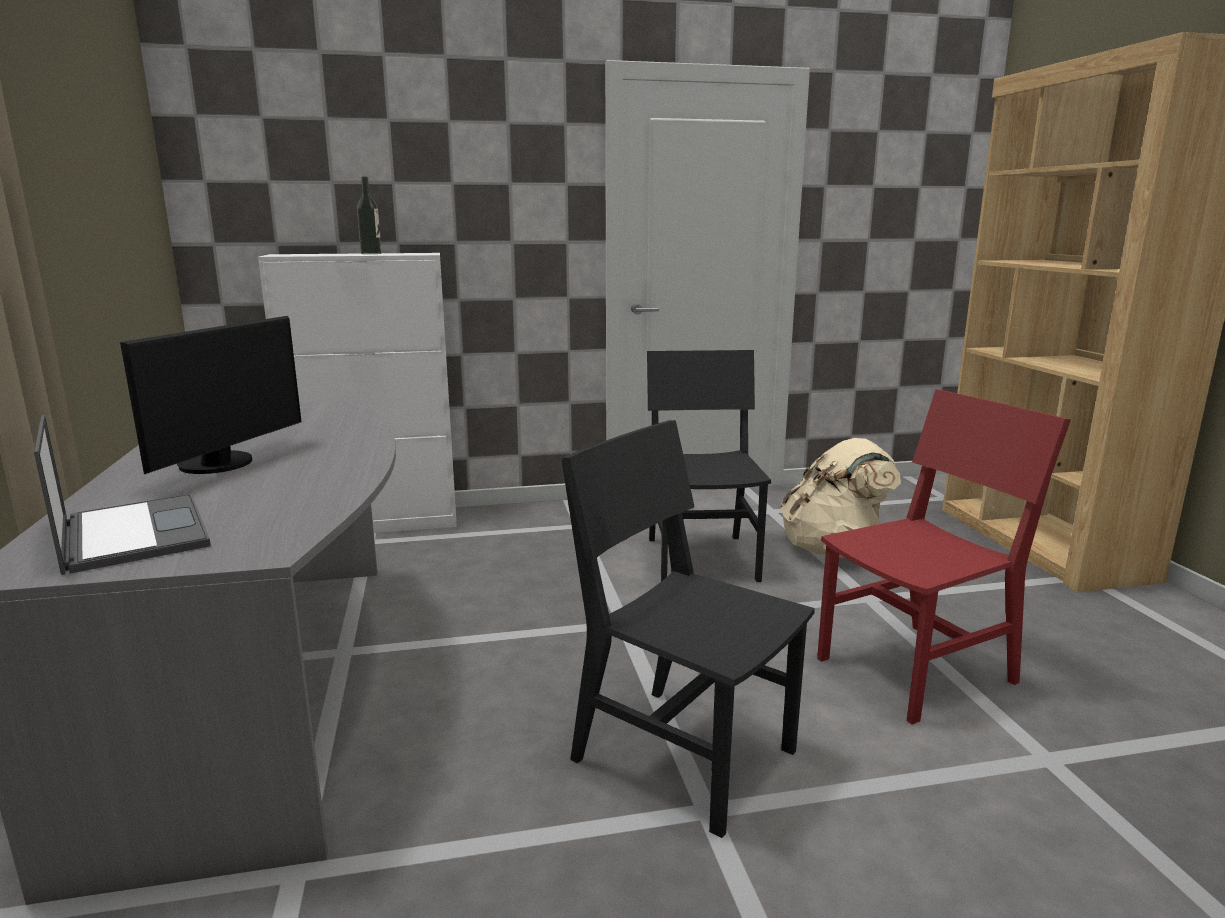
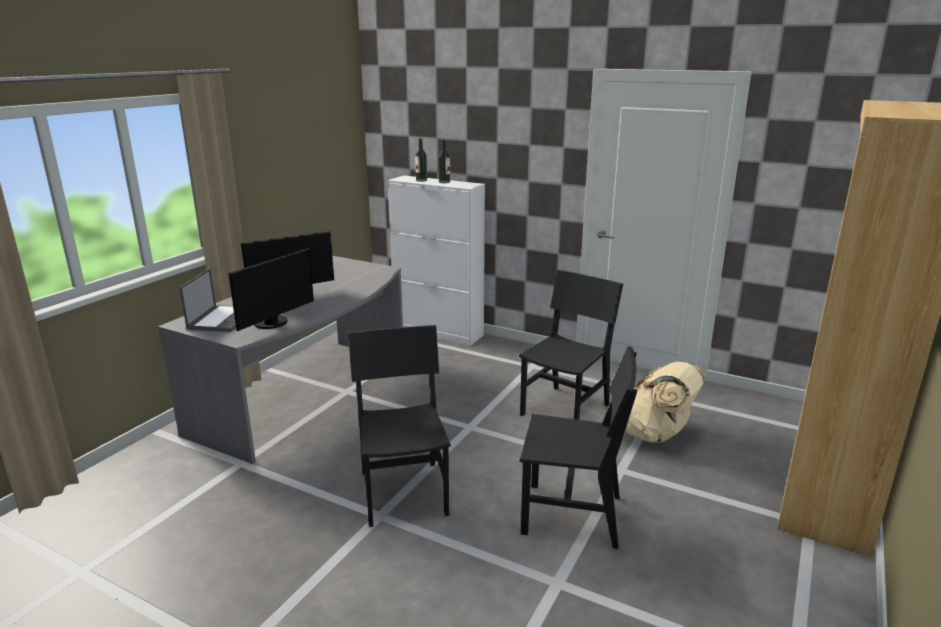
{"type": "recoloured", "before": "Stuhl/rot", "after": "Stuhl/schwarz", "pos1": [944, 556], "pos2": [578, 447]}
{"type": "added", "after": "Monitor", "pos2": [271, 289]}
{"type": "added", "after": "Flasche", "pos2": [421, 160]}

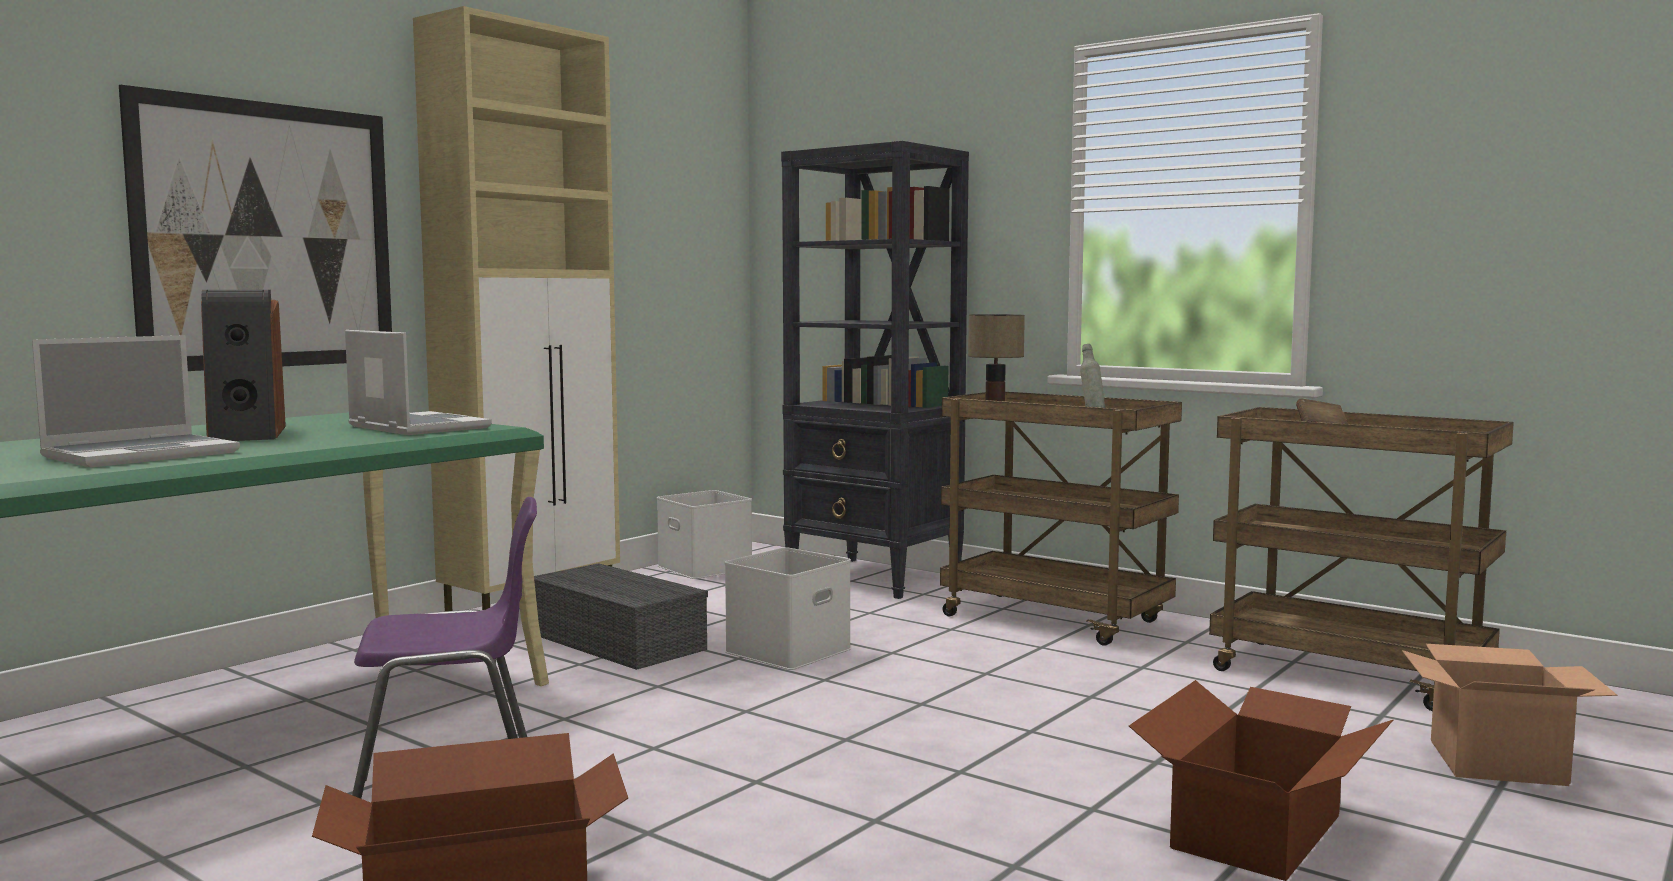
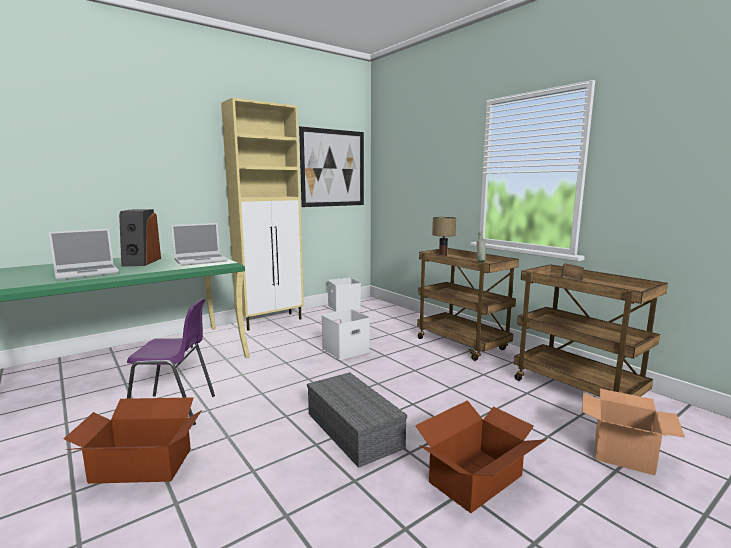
{"type": "moved", "before": "Bild", "pos1": [255, 228], "pos2": [331, 166]}
{"type": "turned", "before": "Laptop", "pos1": [418, 382], "pos2": [199, 244], "turn": 90}
{"type": "moved", "before": "Aufbewahrungsbox/grau", "pos1": [621, 616], "pos2": [357, 420]}
{"type": "removed", "before": "Bücherregal/schwarz", "pos1": [875, 370]}

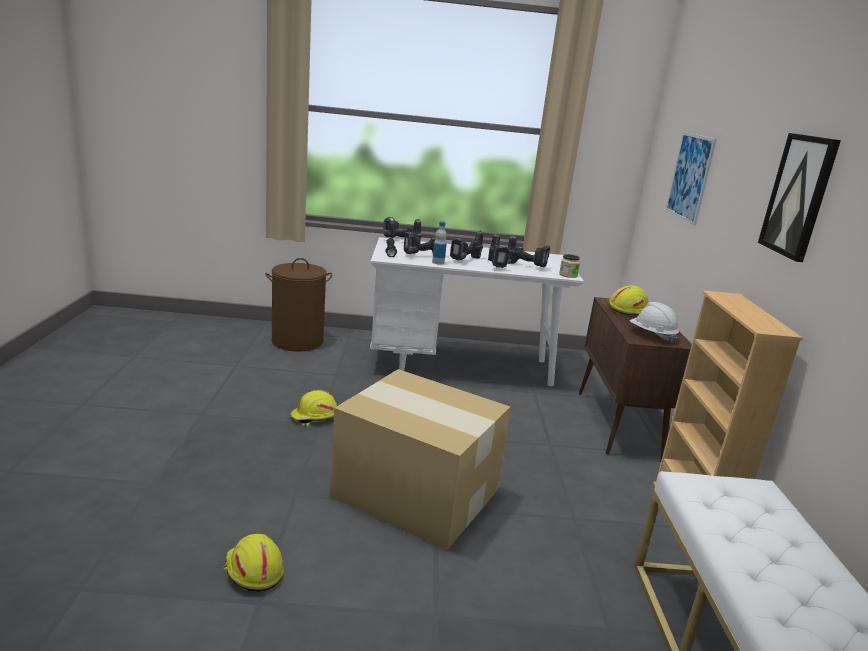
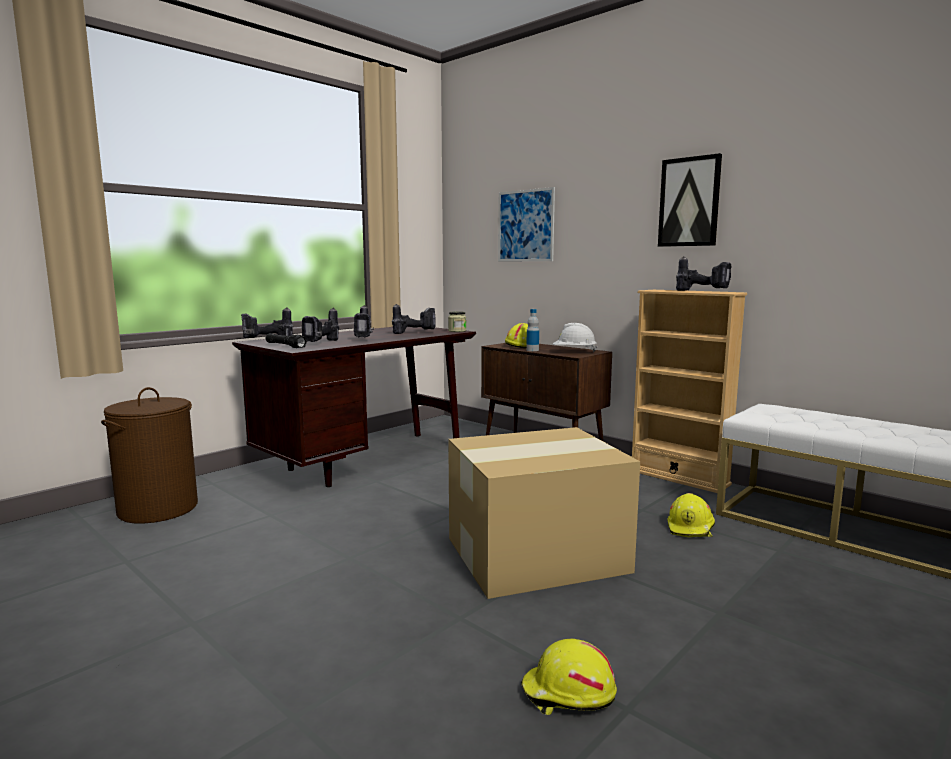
{"type": "moved", "before": "Schutzhelm/gelb", "pos1": [313, 408], "pos2": [691, 515]}
{"type": "recoloured", "before": "Schreibtisch/weiß", "after": "Schreibtisch/braun", "pos1": [477, 311], "pos2": [354, 407]}
{"type": "moved", "before": "Flasche", "pos1": [439, 243], "pos2": [532, 330]}
{"type": "moved", "before": "Bohrmaschine", "pos1": [499, 250], "pos2": [704, 273]}

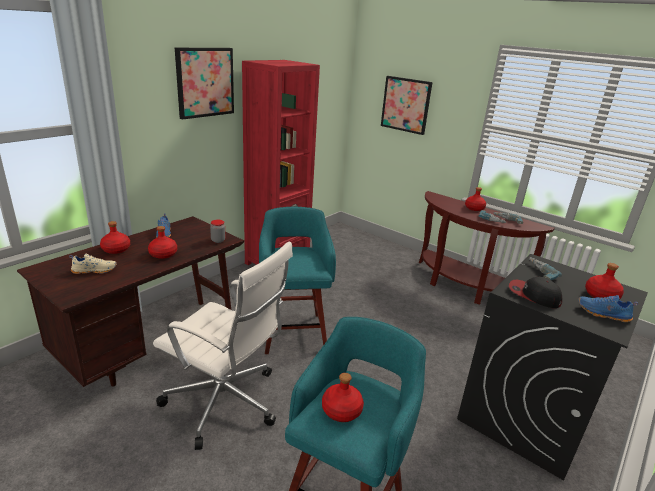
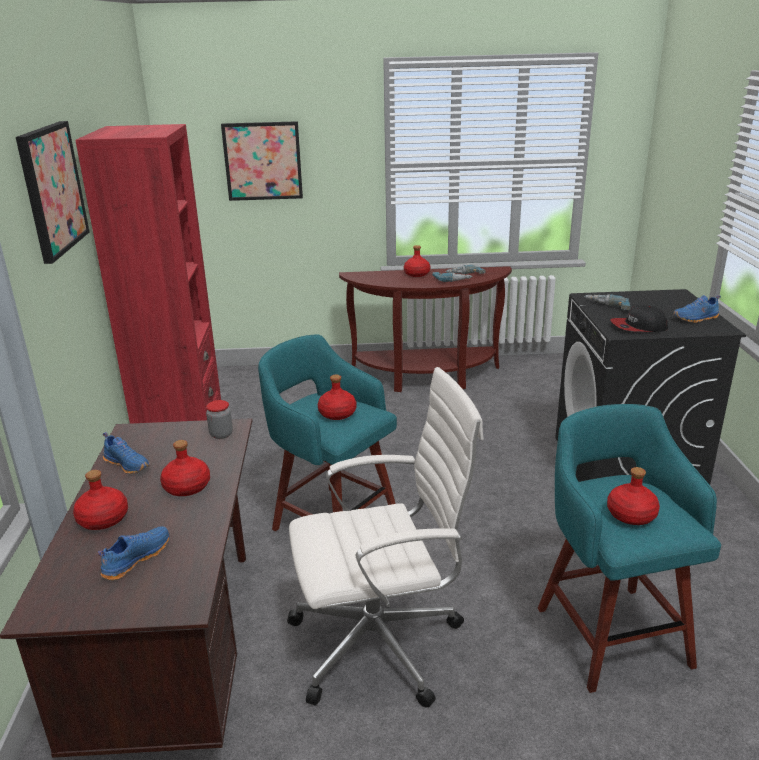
{"type": "recoloured", "before": "Schuh/beige", "after": "Schuh/blau", "pos1": [92, 264], "pos2": [133, 553]}
{"type": "moved", "before": "Flasche/rot", "pos1": [604, 281], "pos2": [337, 397]}

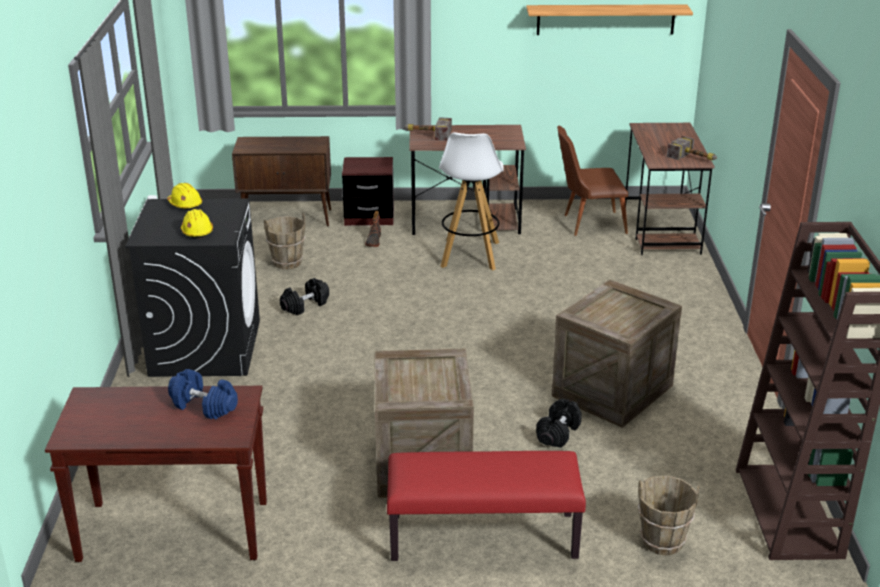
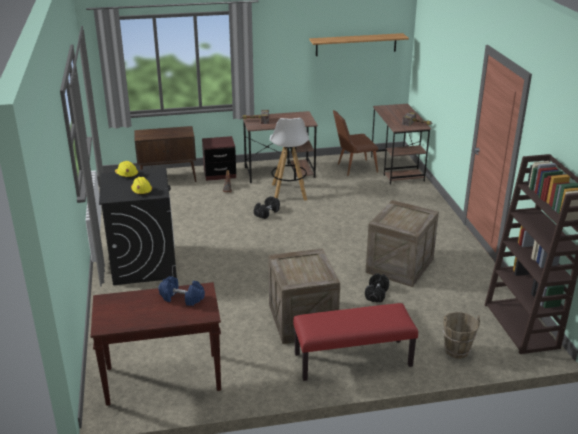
{"type": "removed", "before": "Eimer/braun", "pos1": [285, 241]}
{"type": "moved", "before": "Hantel/schwarz", "pos1": [304, 296], "pos2": [267, 207]}

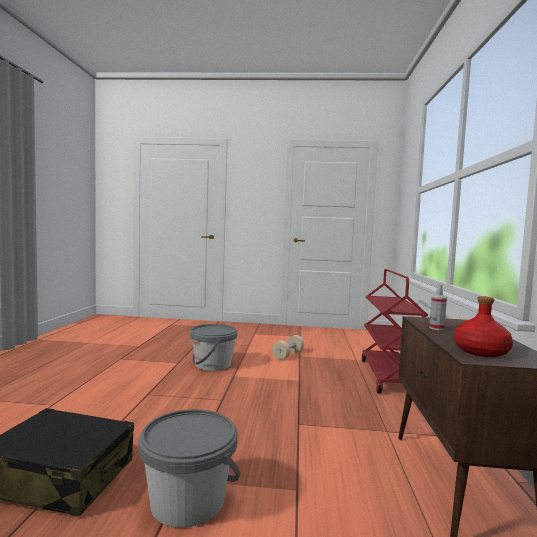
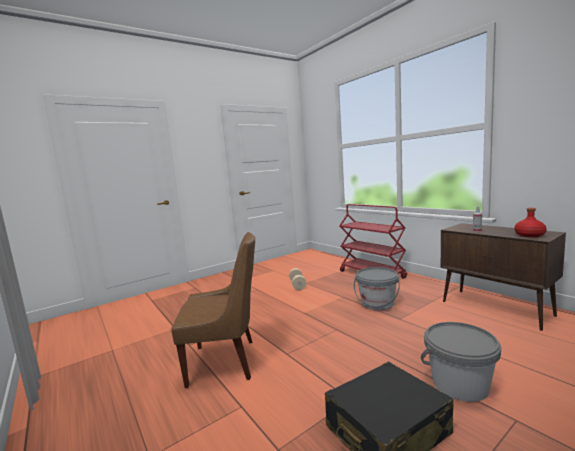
{"type": "moved", "before": "Eimer/grau", "pos1": [213, 347], "pos2": [377, 288]}
{"type": "added", "after": "Stuhl/braun", "pos2": [213, 310]}

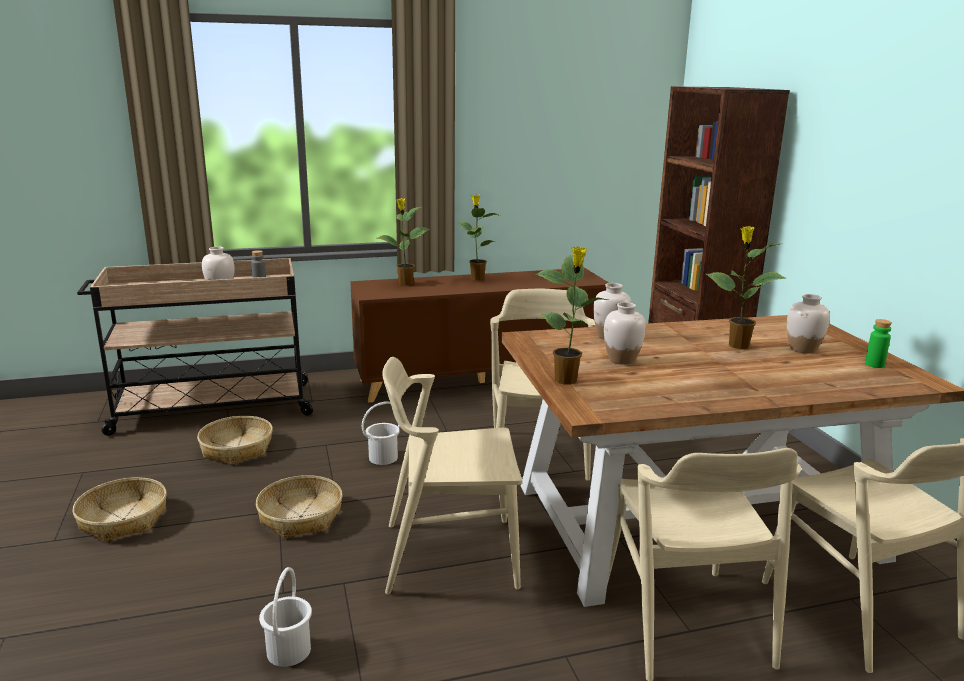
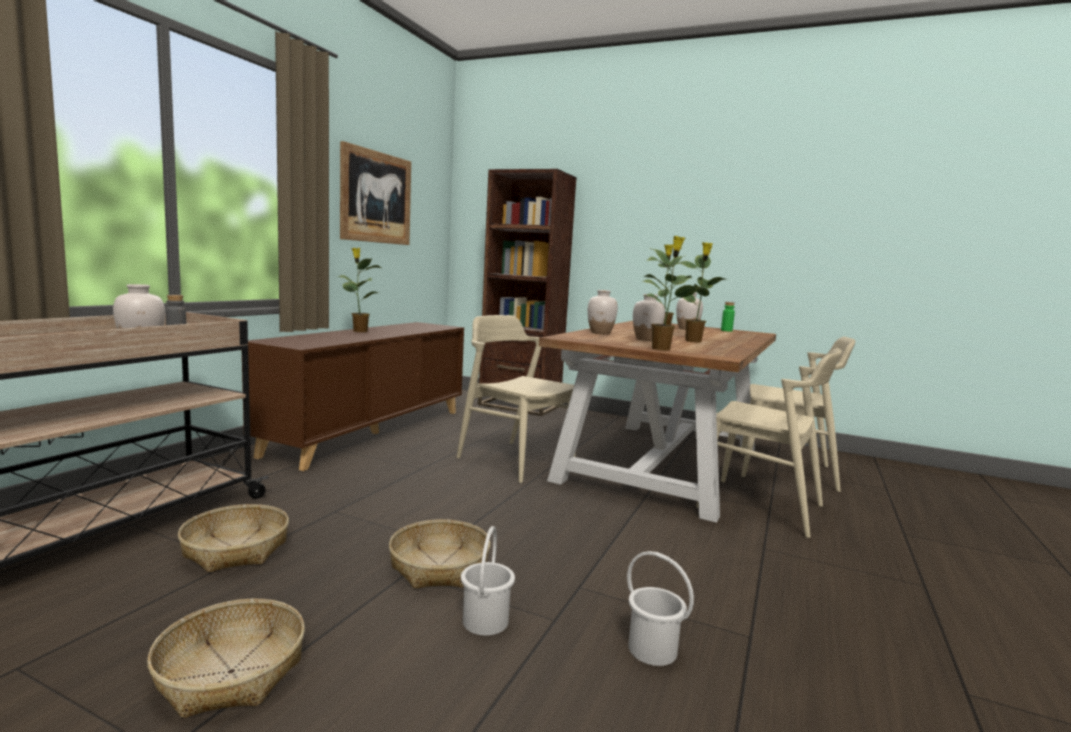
{"type": "moved", "before": "Eimer/weiß", "pos1": [381, 433], "pos2": [488, 581]}
{"type": "moved", "before": "Topfpflanze", "pos1": [403, 242], "pos2": [701, 292]}
{"type": "removed", "before": "Stuhl/beige", "pos1": [452, 475]}
{"type": "added", "after": "Bild", "pos2": [375, 193]}

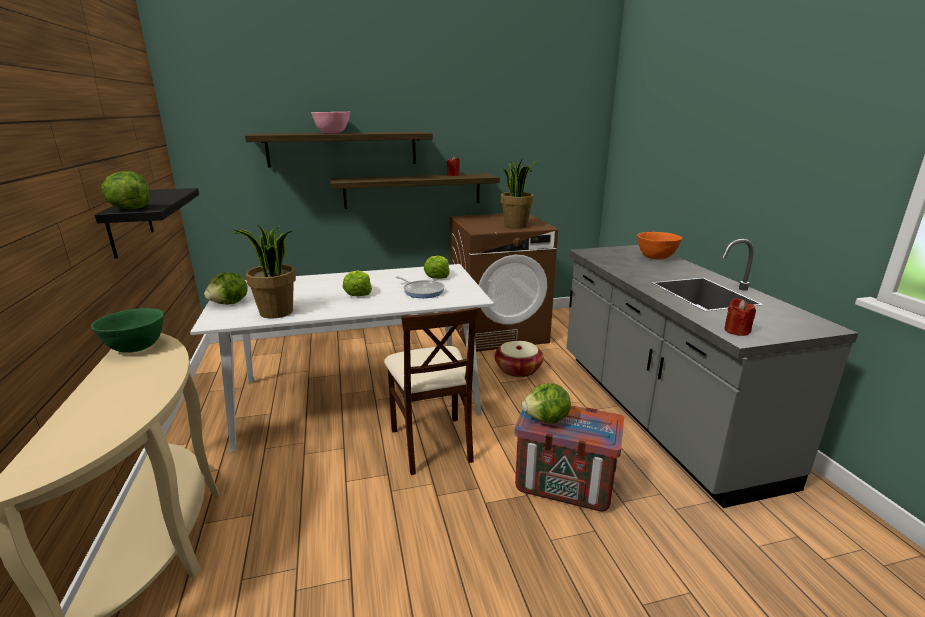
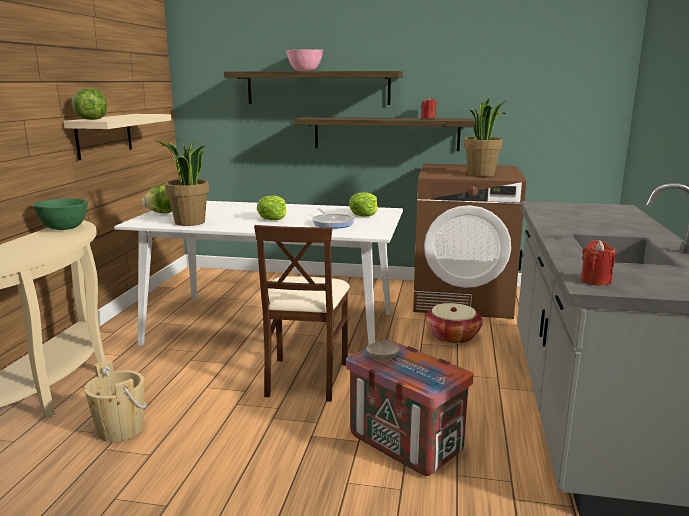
{"type": "recoloured", "before": "Wandregal/schwarz", "after": "Wandregal/beige", "pos1": [147, 223], "pos2": [117, 137]}
{"type": "replaced", "before": "Salatkopf", "after": "Schüssel/beige", "pos1": [546, 403], "pos2": [383, 351]}
{"type": "removed", "before": "Schüssel/orange", "pos1": [659, 245]}
{"type": "added", "after": "Eimer/beige", "pos2": [115, 401]}

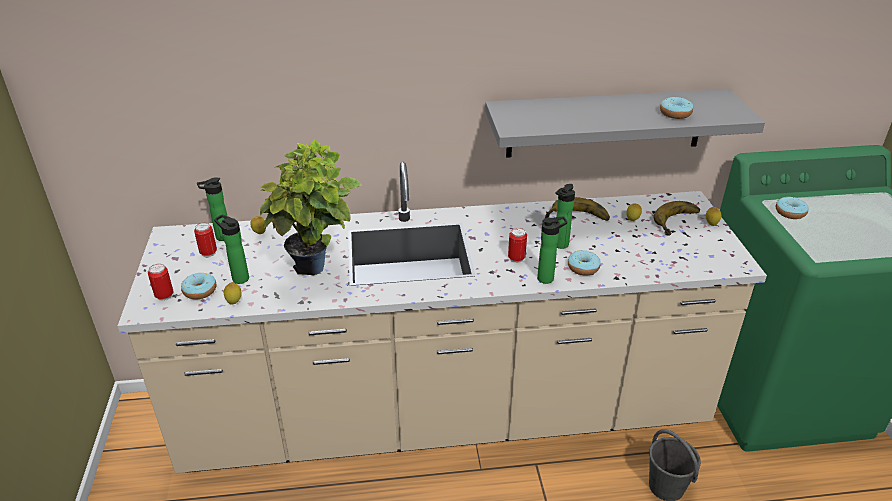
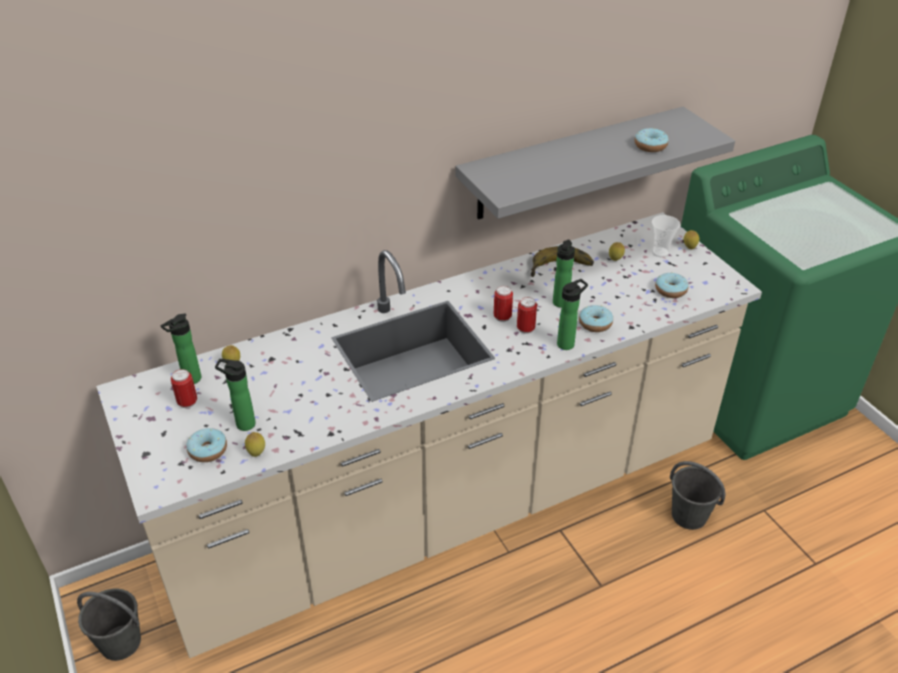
{"type": "moved", "before": "Dose", "pos1": [161, 282], "pos2": [503, 304]}
{"type": "removed", "before": "Topfpflanze", "pos1": [310, 207]}
{"type": "replaced", "before": "Banane", "after": "Tasse", "pos1": [677, 218], "pos2": [666, 236]}
{"type": "moved", "before": "Donut", "pos1": [792, 208], "pos2": [672, 285]}
{"type": "added", "after": "Eimer/grau", "pos2": [109, 625]}

